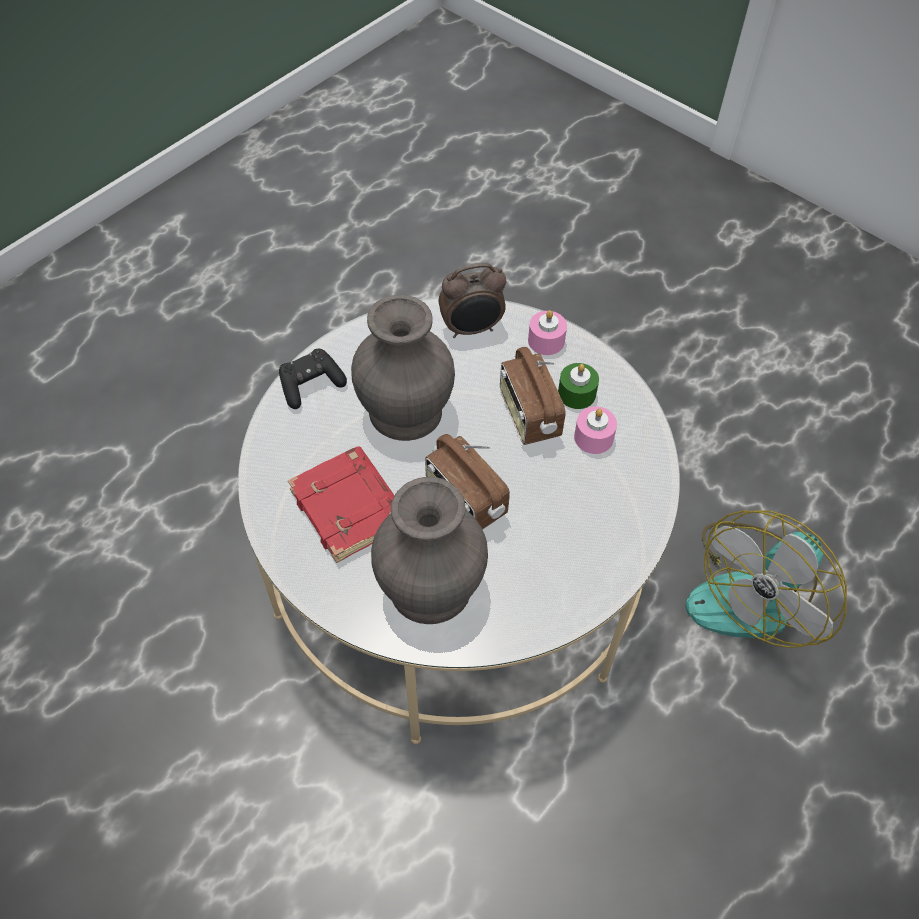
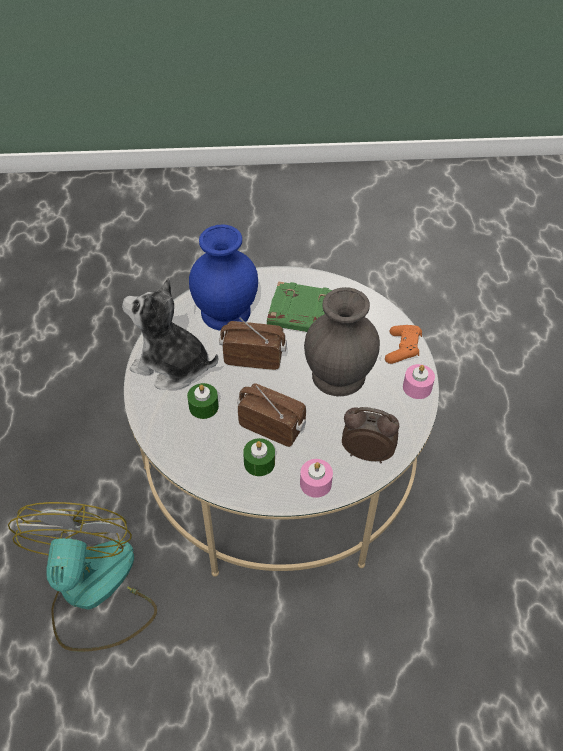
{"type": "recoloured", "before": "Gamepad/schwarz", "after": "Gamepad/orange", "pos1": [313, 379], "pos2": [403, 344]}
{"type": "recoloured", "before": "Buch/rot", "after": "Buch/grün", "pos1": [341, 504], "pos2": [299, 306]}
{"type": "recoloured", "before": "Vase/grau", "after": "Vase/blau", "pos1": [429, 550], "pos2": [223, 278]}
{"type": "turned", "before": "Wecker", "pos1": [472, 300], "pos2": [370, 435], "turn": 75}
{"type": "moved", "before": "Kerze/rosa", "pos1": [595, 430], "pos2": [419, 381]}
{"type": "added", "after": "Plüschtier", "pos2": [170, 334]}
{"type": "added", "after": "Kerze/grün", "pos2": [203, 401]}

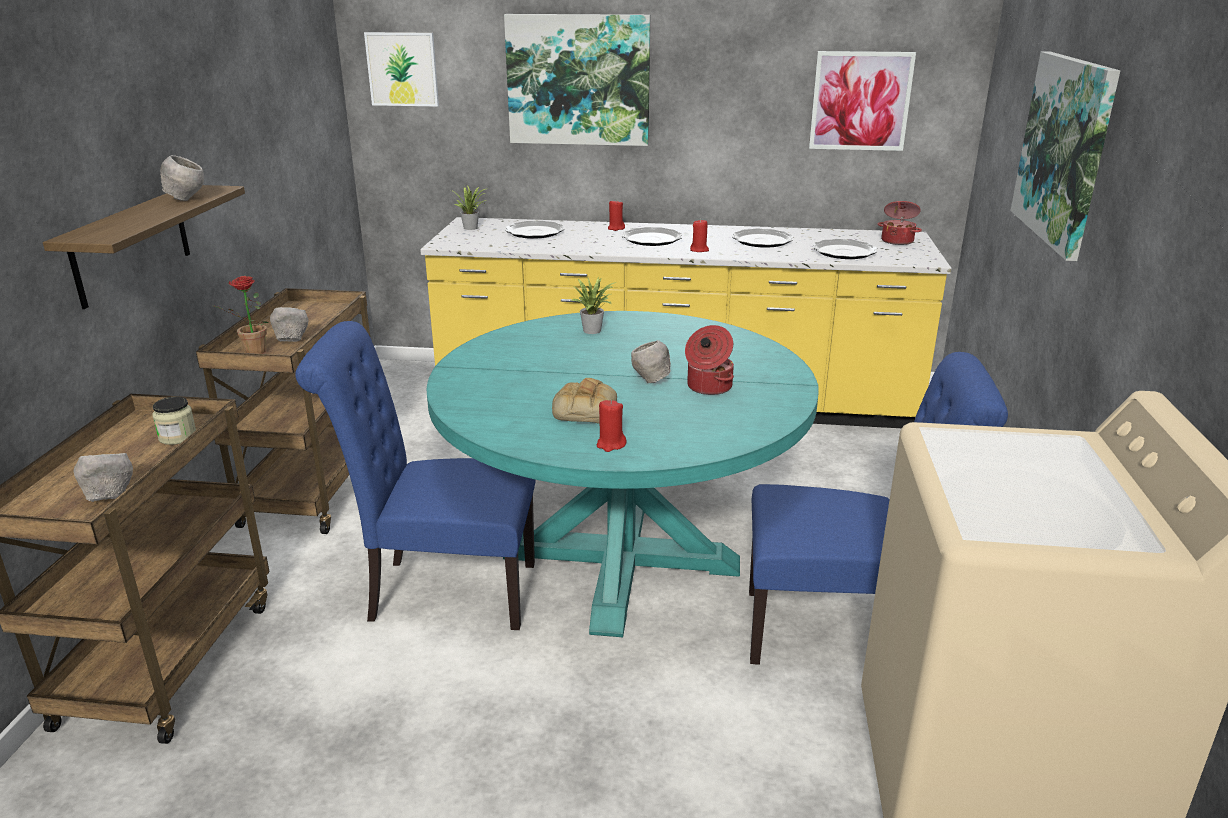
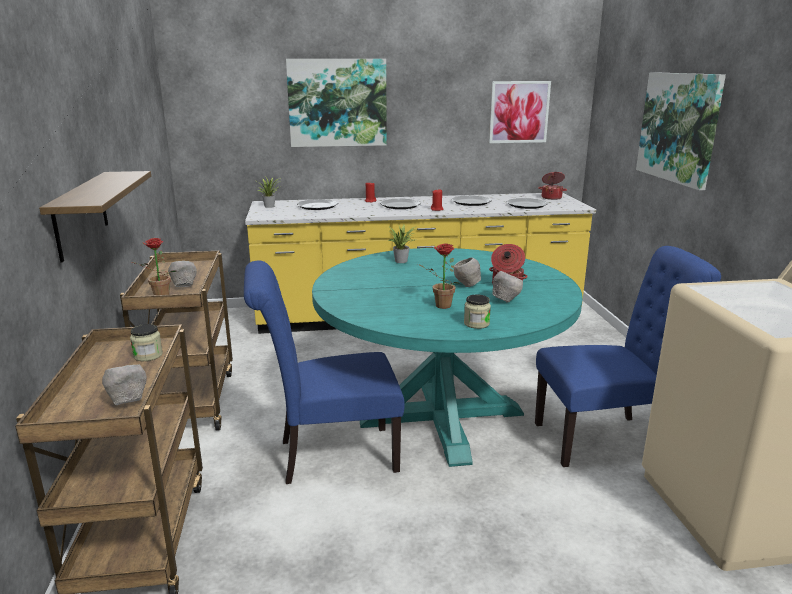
{"type": "moved", "before": "Schüssel/grau", "pos1": [182, 178], "pos2": [507, 286]}
{"type": "removed", "before": "Bild", "pos1": [401, 69]}
{"type": "replaced", "before": "Brot", "after": "Topfpflanze", "pos1": [584, 401], "pos2": [439, 276]}
{"type": "replaced", "before": "Kerze/rot", "after": "Vorratsglas", "pos1": [612, 426], "pos2": [477, 312]}

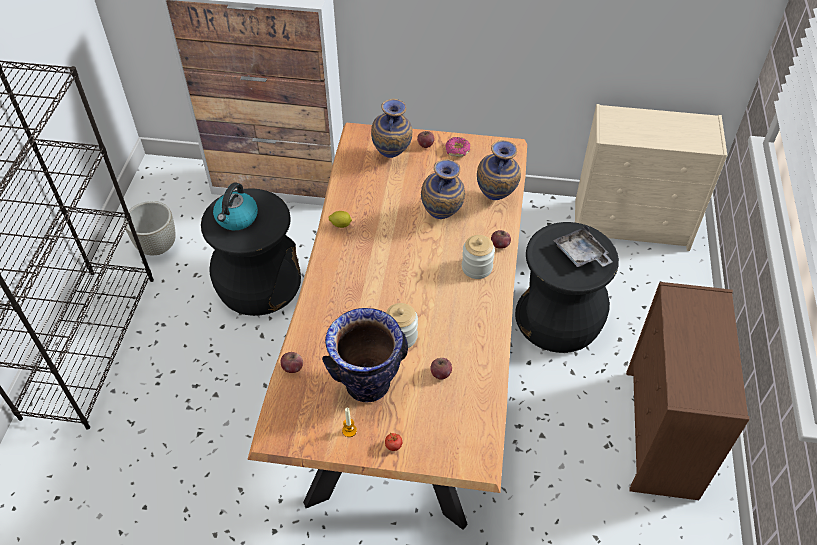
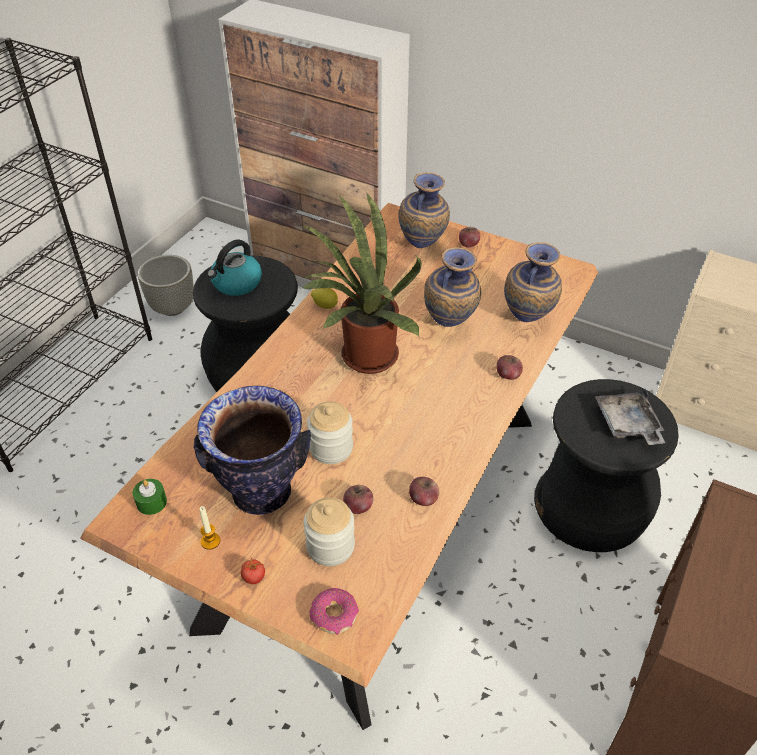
{"type": "moved", "before": "Apfel", "pos1": [291, 362], "pos2": [424, 491]}
{"type": "moved", "before": "Donut", "pos1": [457, 147], "pos2": [334, 611]}
{"type": "moved", "before": "Vorratsglas", "pos1": [478, 257], "pos2": [329, 531]}
{"type": "added", "after": "Kerze/grün", "pos2": [150, 497]}
{"type": "added", "after": "Topfpflanze", "pos2": [361, 283]}

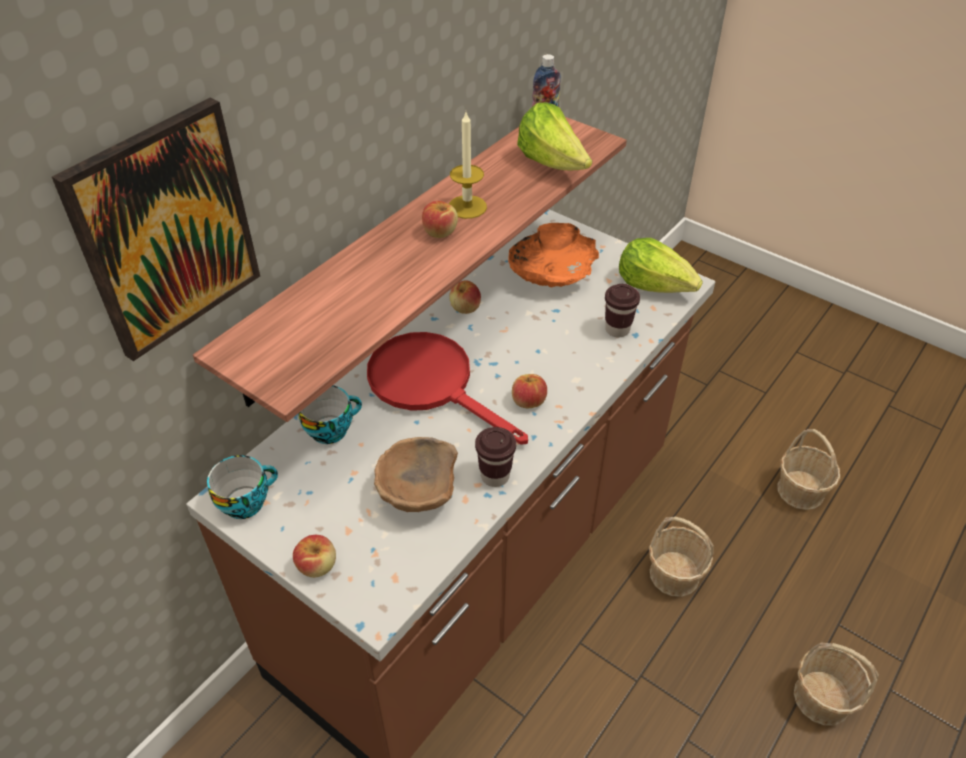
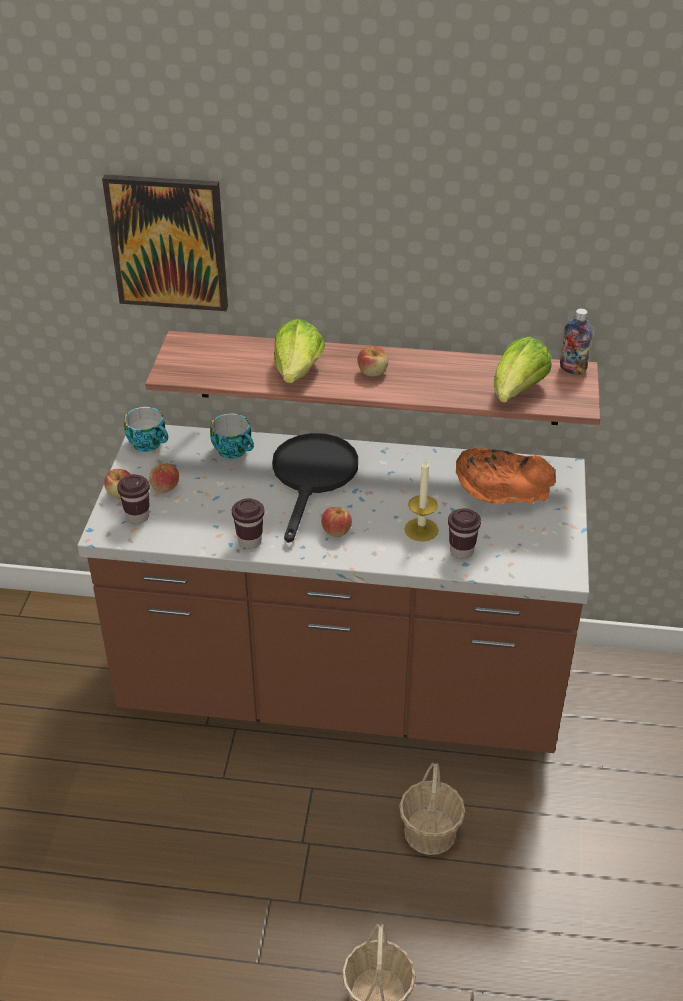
{"type": "recoloured", "before": "Pfanne/rot", "after": "Pfanne/schwarz", "pos1": [447, 388], "pos2": [315, 488]}
{"type": "removed", "before": "Schüssel/braun", "pos1": [416, 474]}
{"type": "moved", "before": "Kerze", "pos1": [468, 165], "pos2": [421, 500]}
{"type": "moved", "before": "Apfel", "pos1": [465, 297], "pos2": [164, 478]}
{"type": "moved", "before": "Salatkopf", "pos1": [661, 265], "pos2": [299, 351]}
{"type": "removed", "before": "Korb", "pos1": [808, 469]}
{"type": "added", "after": "Tasse/braun", "pos2": [133, 499]}

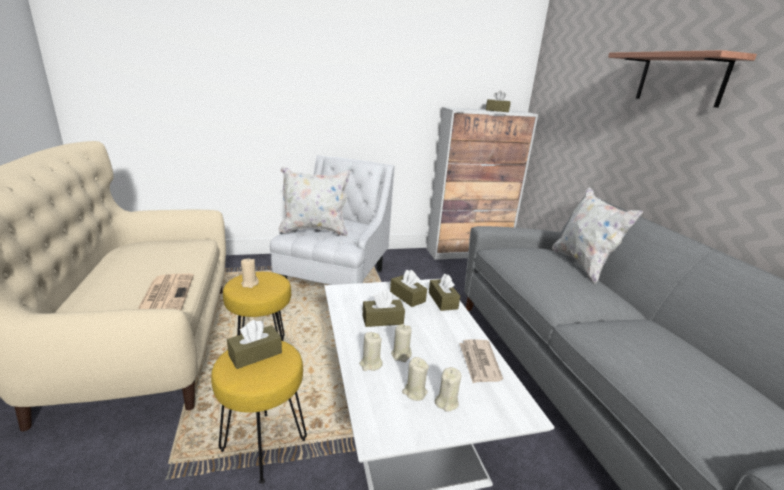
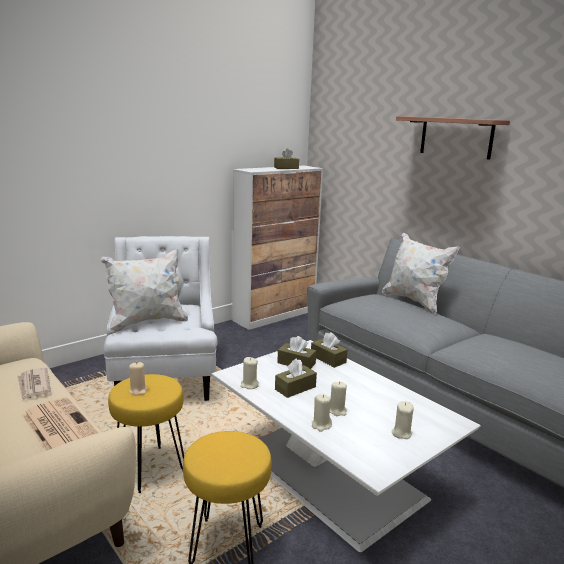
{"type": "removed", "before": "Taschentuchbox/braun", "pos1": [254, 344]}
{"type": "moved", "before": "Kerze/beige", "pos1": [415, 379], "pos2": [249, 373]}
{"type": "moved", "before": "Zeitung", "pos1": [481, 361], "pos2": [34, 384]}

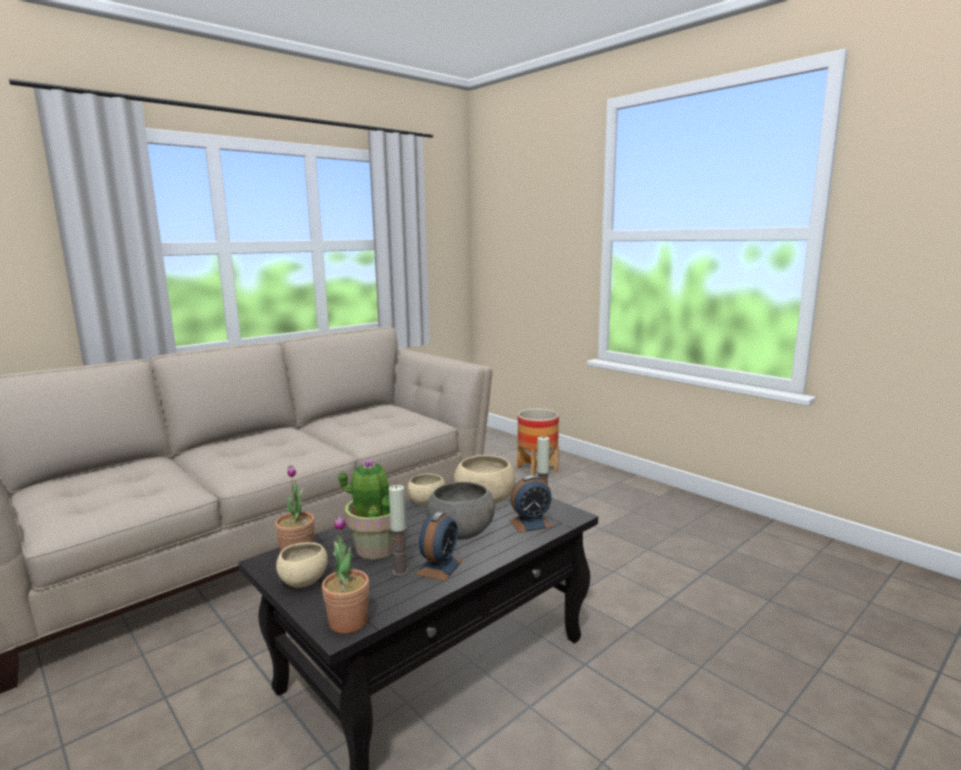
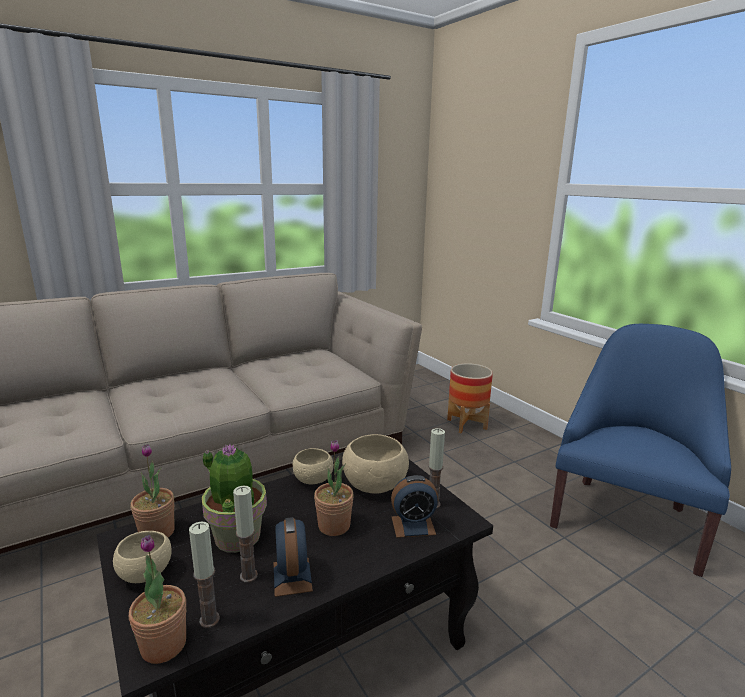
{"type": "turned", "before": "Wecker", "pos1": [439, 546], "pos2": [293, 557], "turn": 135}
{"type": "replaced", "before": "Schüssel/grau", "after": "Topfpflanze", "pos1": [460, 511], "pos2": [334, 488]}
{"type": "added", "after": "Kerze", "pos2": [204, 574]}
{"type": "added", "after": "Sessel/blau", "pos2": [640, 450]}

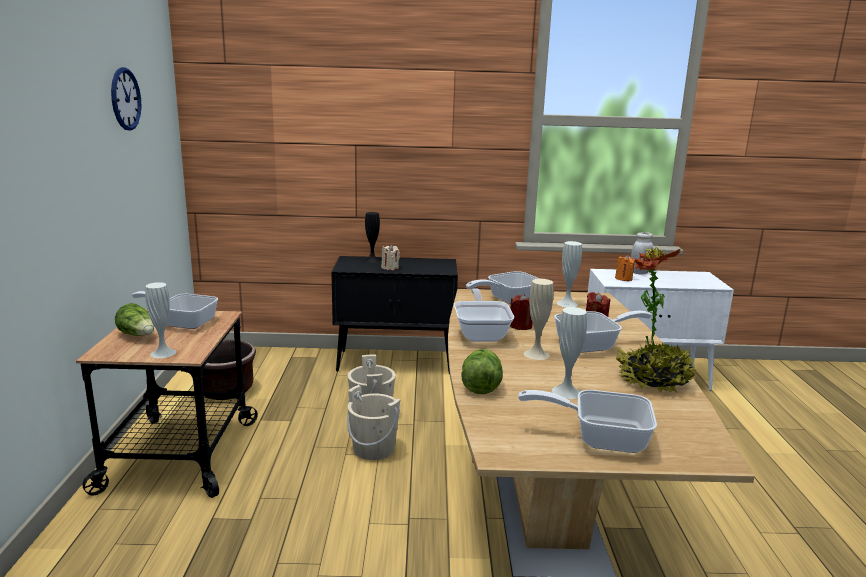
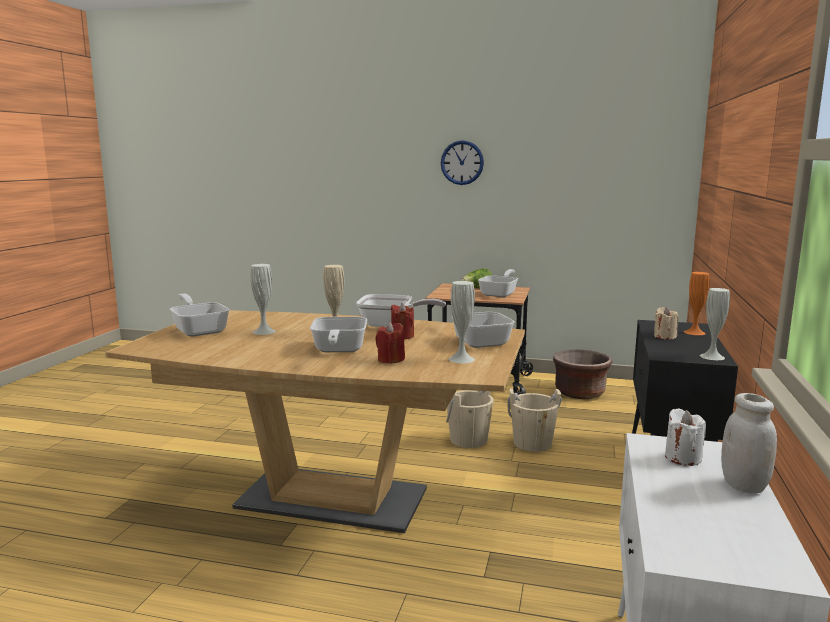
{"type": "moved", "before": "Wanduhr", "pos1": [126, 99], "pos2": [462, 162]}
{"type": "moved", "before": "Vase/weiß", "pos1": [160, 320], "pos2": [715, 324]}
{"type": "recoloured", "before": "Vase/schwarz", "after": "Vase/orange", "pos1": [372, 237], "pos2": [697, 303]}
{"type": "removed", "before": "Salatkopf", "pos1": [482, 371]}
{"type": "turned", "before": "Pfanne", "pos1": [587, 421], "pos2": [200, 315], "turn": -60}
{"type": "recoloured", "before": "Kerze/orange", "after": "Kerze/weiß", "pos1": [625, 268], "pos2": [685, 437]}
{"type": "removed", "before": "Topfpflanze", "pos1": [656, 320]}

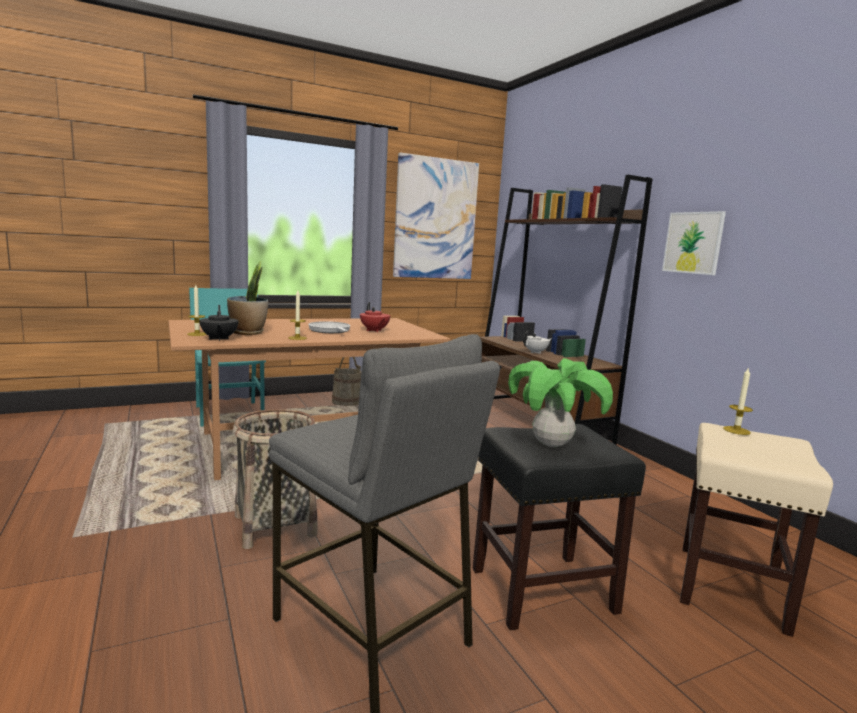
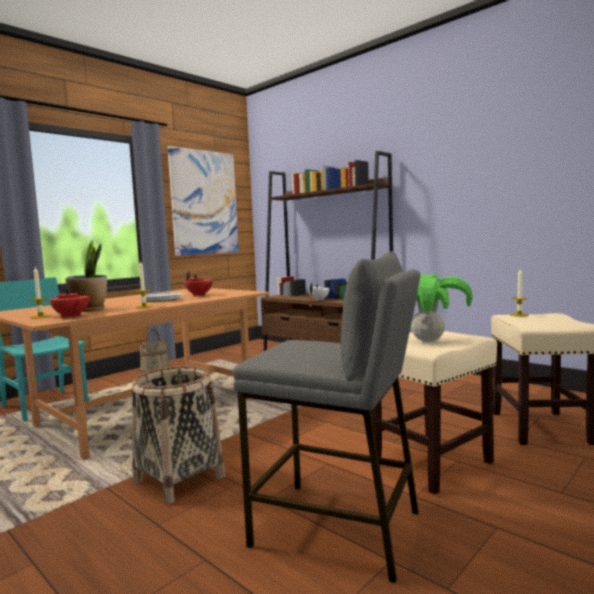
{"type": "recoloured", "before": "Teekanne/schwarz", "after": "Teekanne/rot", "pos1": [219, 323], "pos2": [70, 301]}
{"type": "recoloured", "before": "Hocker/schwarz", "after": "Hocker/beige", "pos1": [559, 527], "pos2": [434, 413]}
{"type": "removed", "before": "Bild", "pos1": [694, 243]}

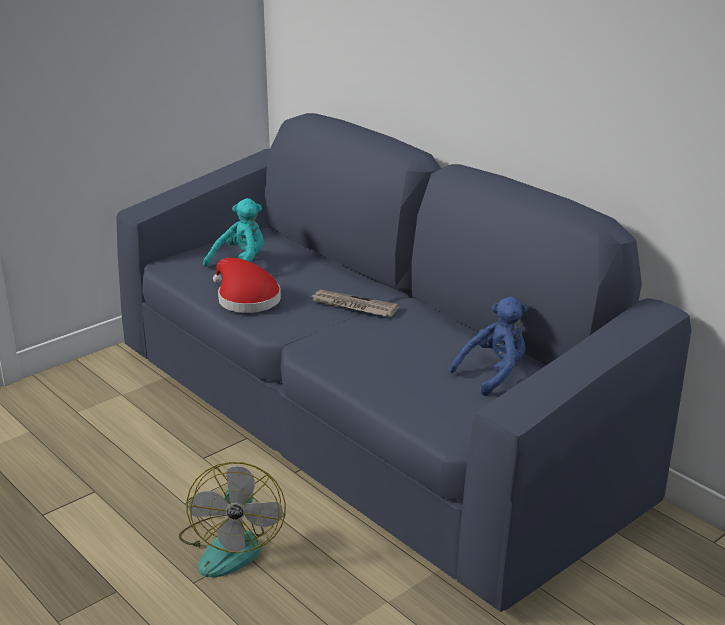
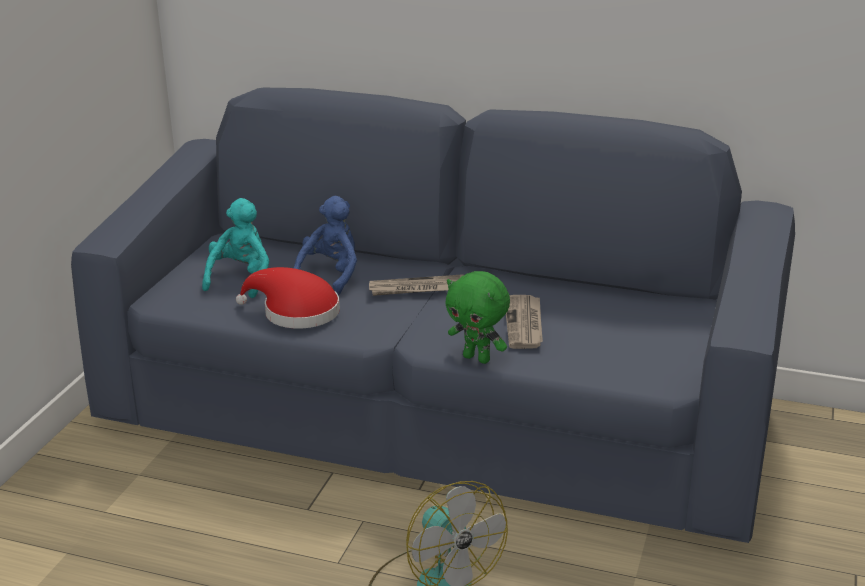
{"type": "moved", "before": "Plüschtier/blau", "pos1": [488, 346], "pos2": [325, 245]}
{"type": "added", "after": "Plüschtier/grün", "pos2": [478, 317]}
{"type": "added", "after": "Zeitung", "pos2": [524, 322]}

